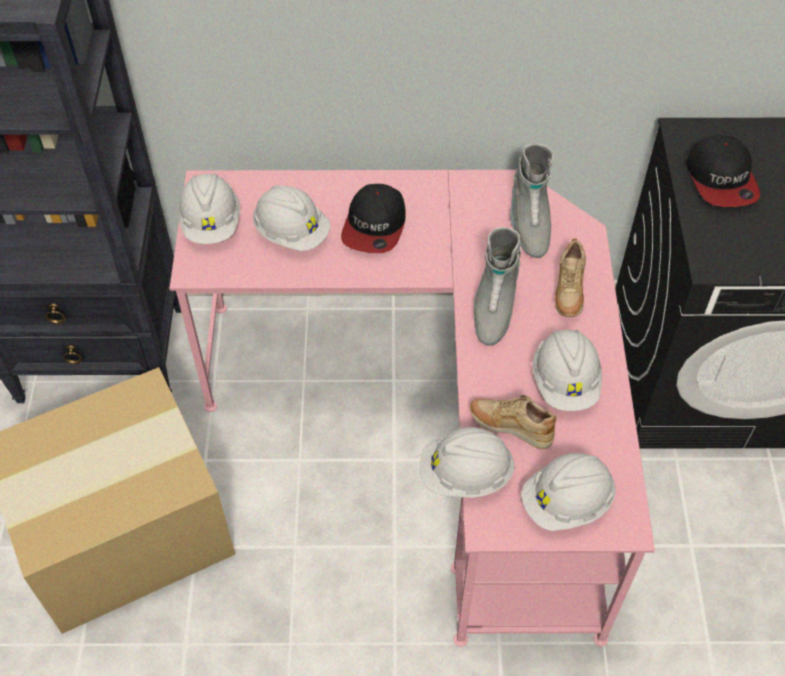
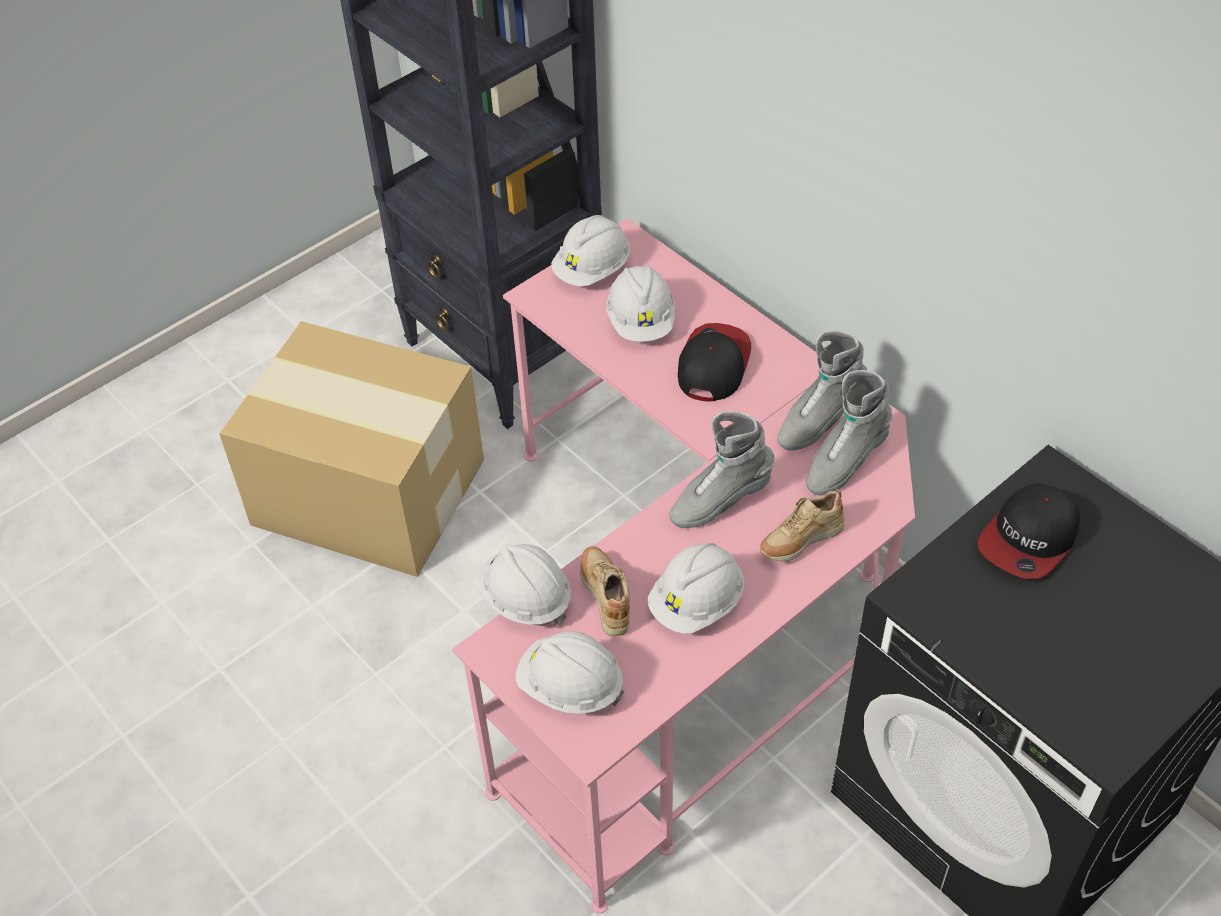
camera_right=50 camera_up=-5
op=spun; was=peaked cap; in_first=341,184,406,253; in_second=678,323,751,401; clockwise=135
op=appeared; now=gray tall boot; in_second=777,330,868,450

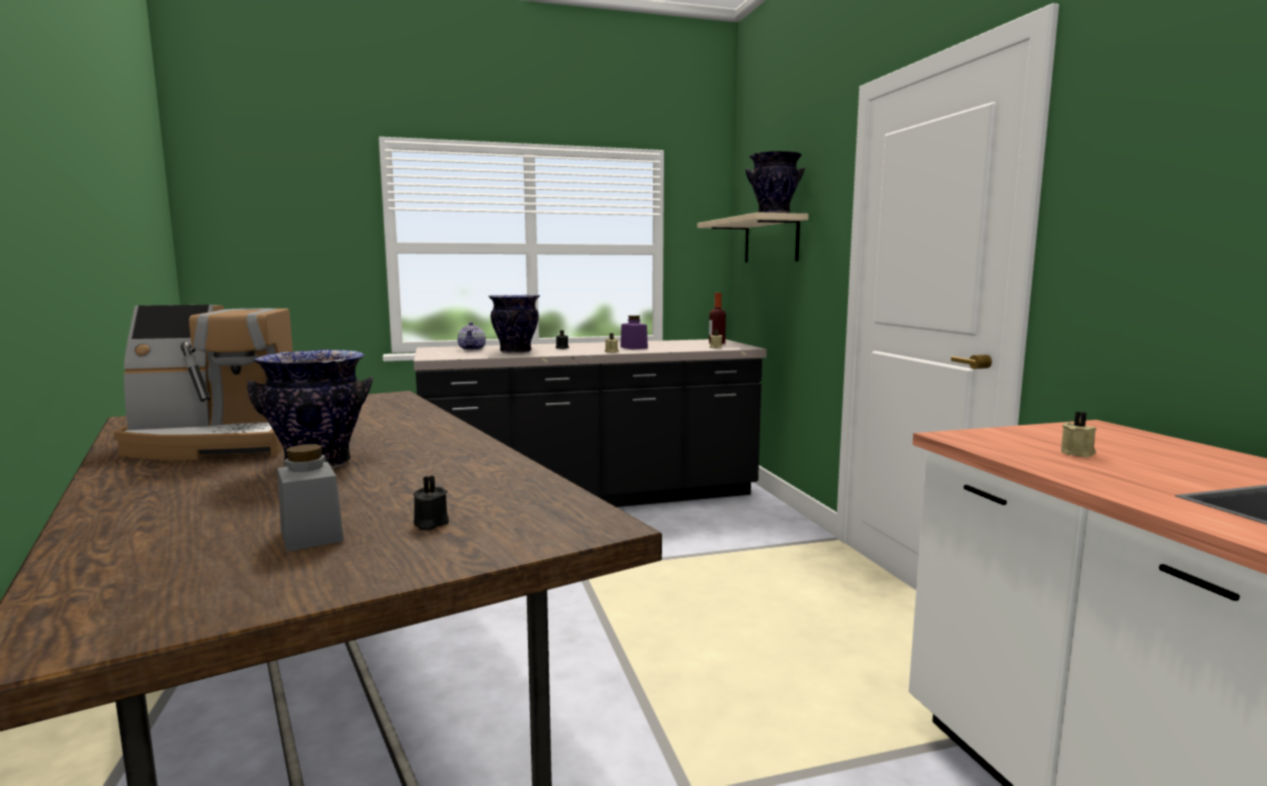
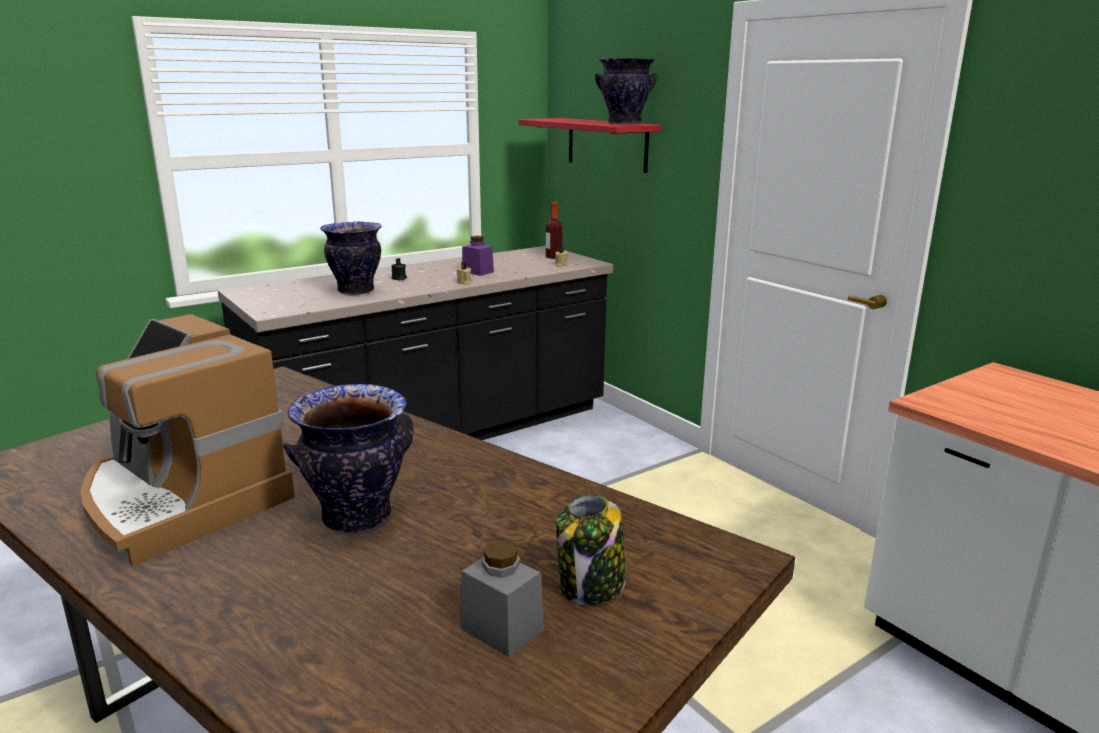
camera_right=-20 camera_up=10
op=colour; was=beige shelf; now=reddish shelf; in_first=697,212,809,262; in_second=518,118,662,173
op=spun; was=coffee machine; in_first=114,305,293,460; in_second=80,314,295,566; clockwise=75
op=missing; was=teapot; in_first=457,322,486,350
op=missing; was=beige candle; in_first=1061,412,1096,458
op=exchanged; was=black candle; now=jar; in_first=413,476,449,530; in_second=556,495,626,606

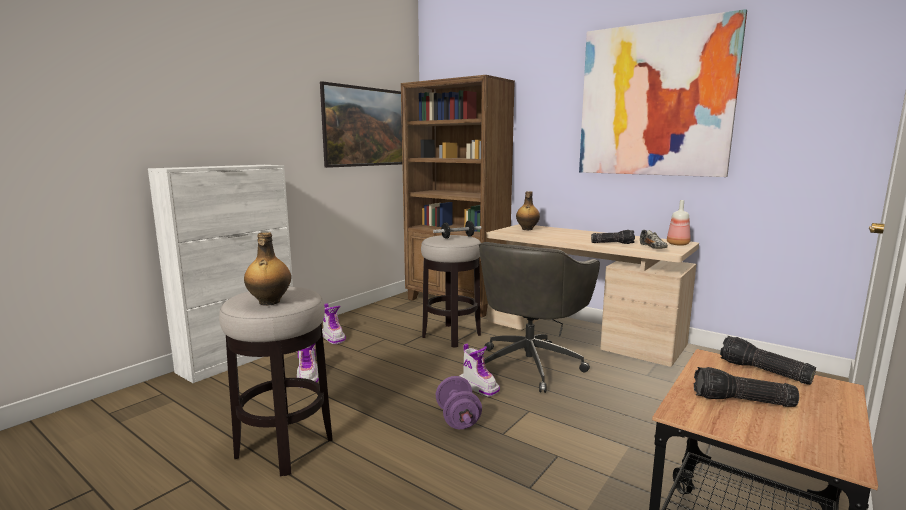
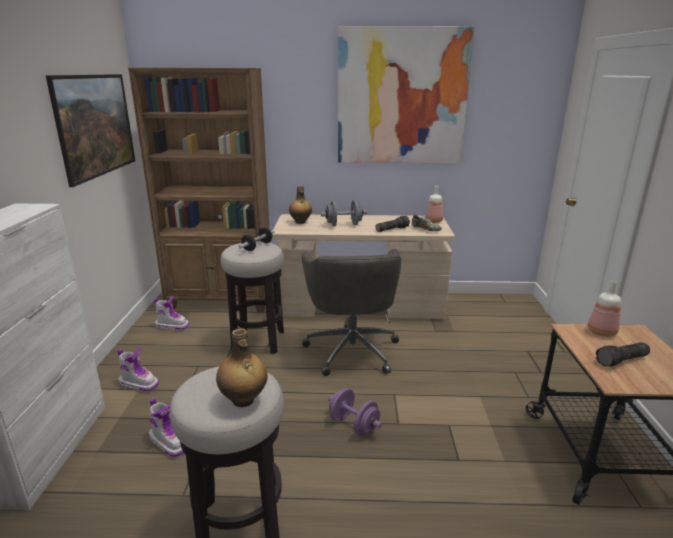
camera_right=-35 camera_up=10
op=exchanged; was=hand torch; now=beverage bottle; in_first=720,336,816,385; in_second=588,280,621,337
op=relocated; was=tall boot; in_first=460,344,500,397; in_second=154,296,189,331
op=appeared; now=gray free weight; in_second=321,200,367,226

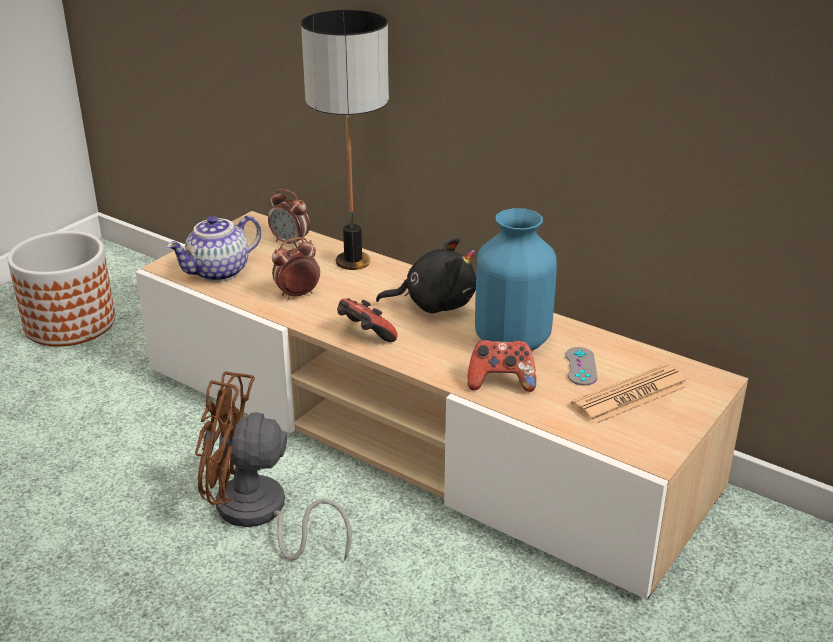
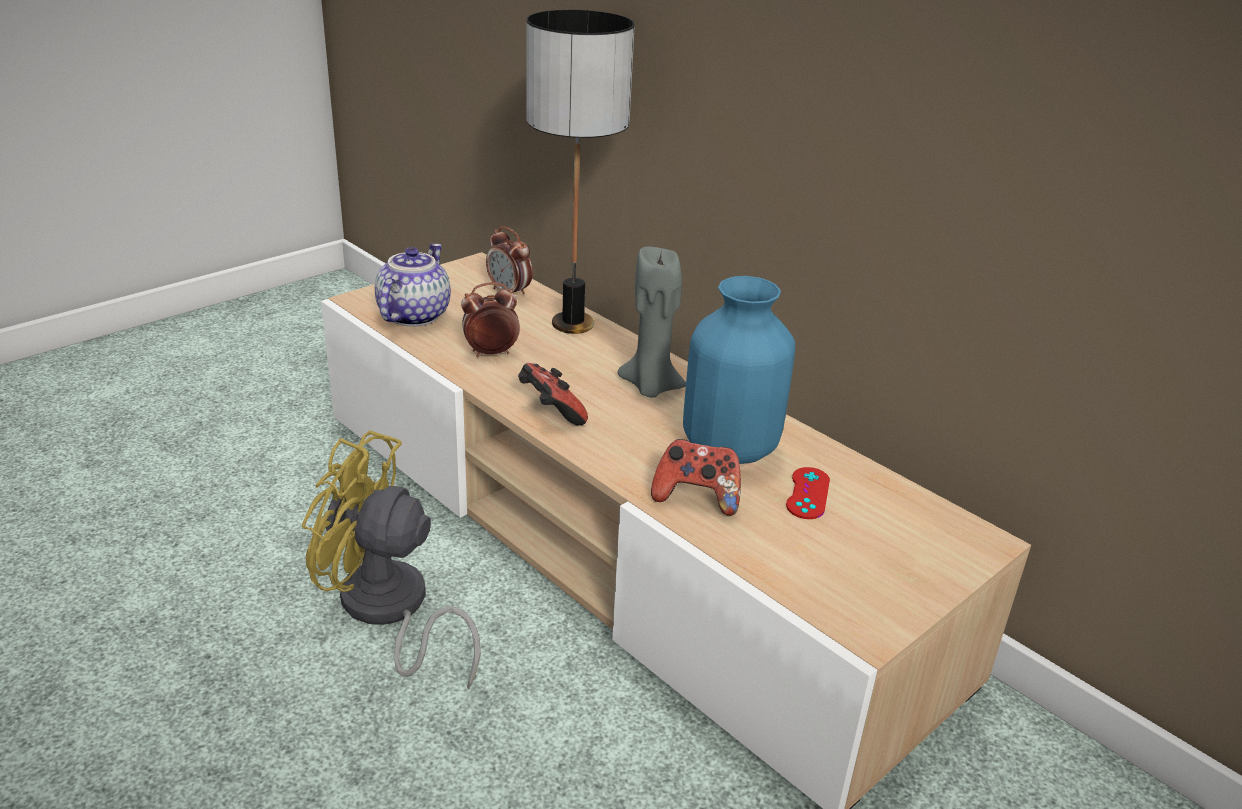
camera_right=10 camera_up=0
op=spun; was=teapot; in_first=166,215,261,282; in_second=375,244,451,326; clockwise=135
op=missing; was=plant pot; in_first=8,231,115,347
op=exchanged; was=black plush toy; now=gray candle; in_first=376,238,476,313; in_second=618,247,686,398
op=colour; was=gray gamepad; now=reddish gamepad; in_first=565,347,597,386; in_second=786,467,830,519
op=missing; was=newspaper; in_first=571,364,689,424
op=colour; was=brown-coloured fan; now=yellow fan; in_first=195,371,352,561; in_second=302,431,481,690

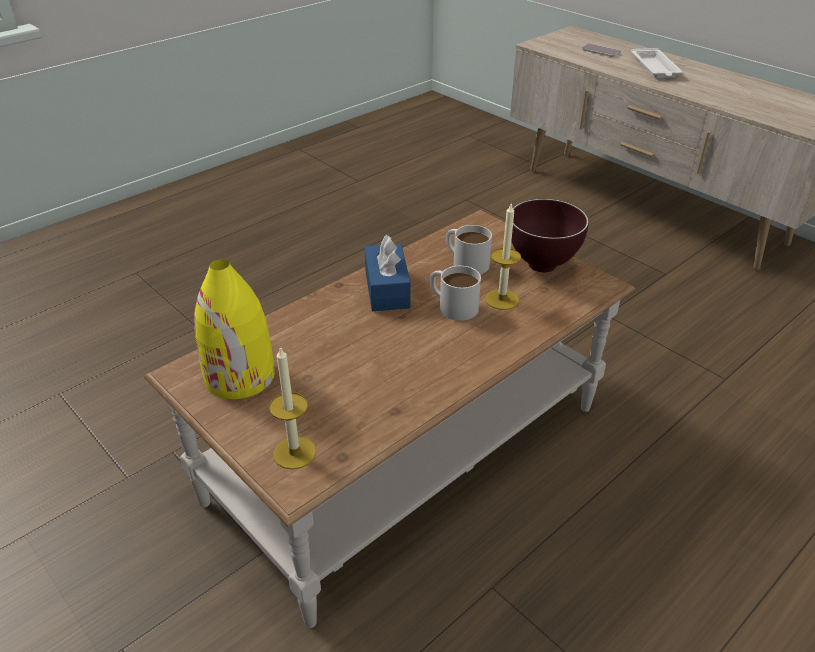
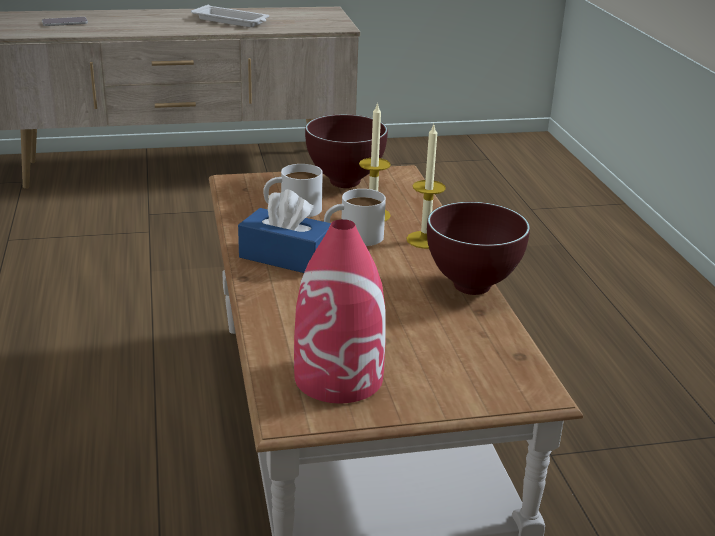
camera_right=-60 camera_up=-10
op=relocated; was=white-coloured serving tray; in_first=631,48,683,78; in_second=191,5,269,27
op=colour; was=yellow decorative vase; now=reddish decorative vase; in_first=194,259,275,399; in_second=294,219,385,403
op=relocated; was=candle; in_first=269,346,316,470; in_second=406,125,446,249
op=appeared; now=brown-coloured deep dish; in_second=427,202,530,295

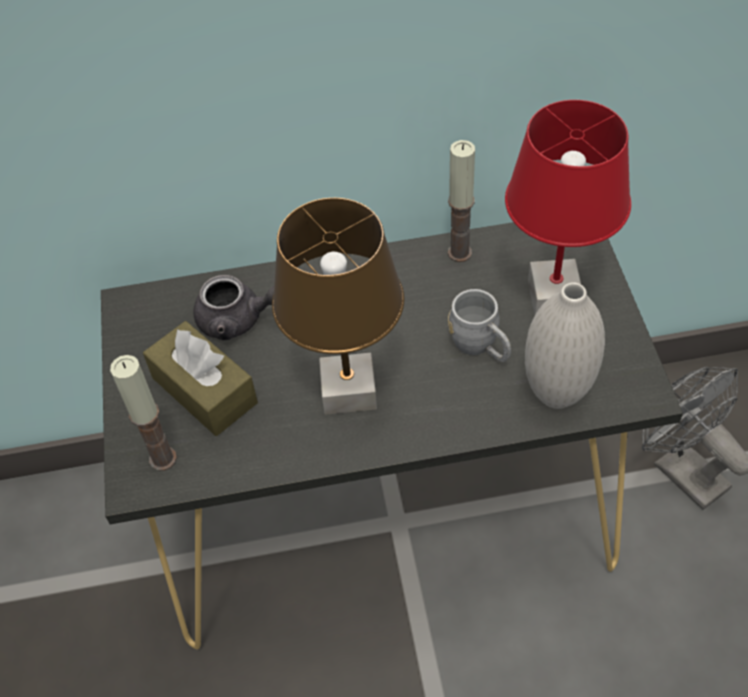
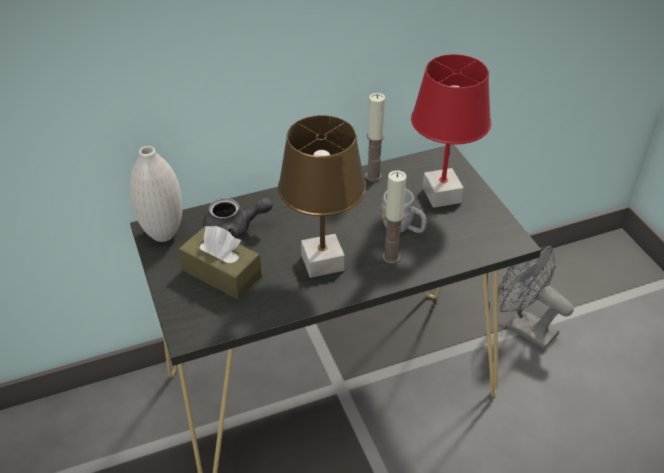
camera_right=-15 camera_up=-10
op=relocated; was=white-coloured decorative vase; in_first=525,282,605,409; in_second=129,146,182,242
op=relocated; was=candle; in_first=110,355,177,471; in_second=382,170,407,264

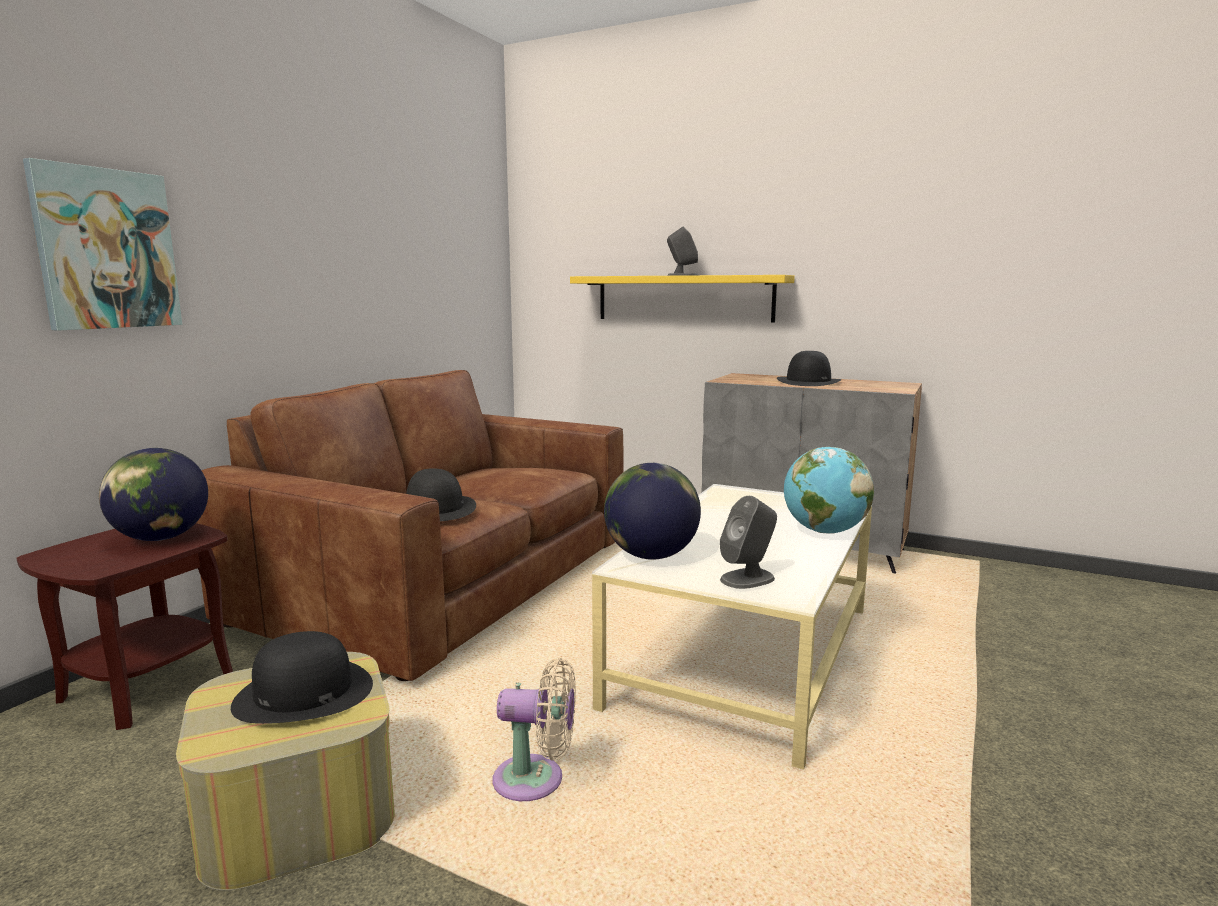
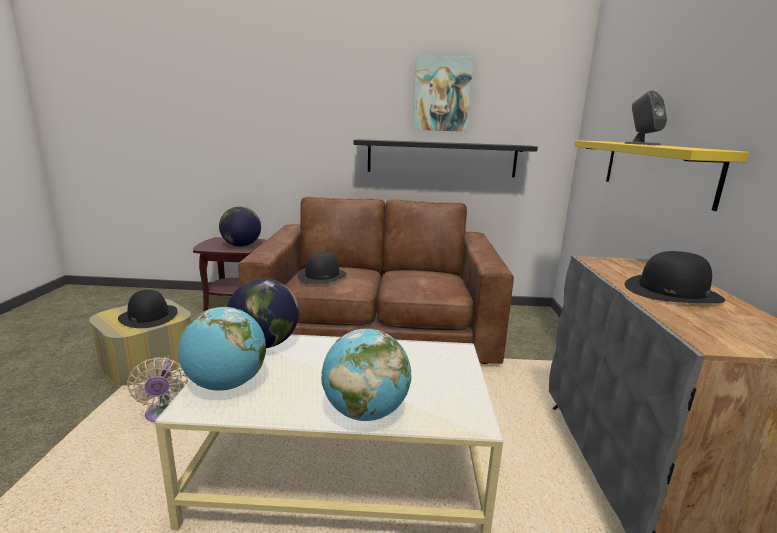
camera_right=65 camera_up=5
op=relocated; was=picture; in_first=23,158,182,331; in_second=413,55,474,132
op=exchanged; was=gray audio speaker; now=globe; in_first=720,496,777,589; in_second=178,307,266,391
op=appeared; now=black shelf; in_second=354,139,538,177

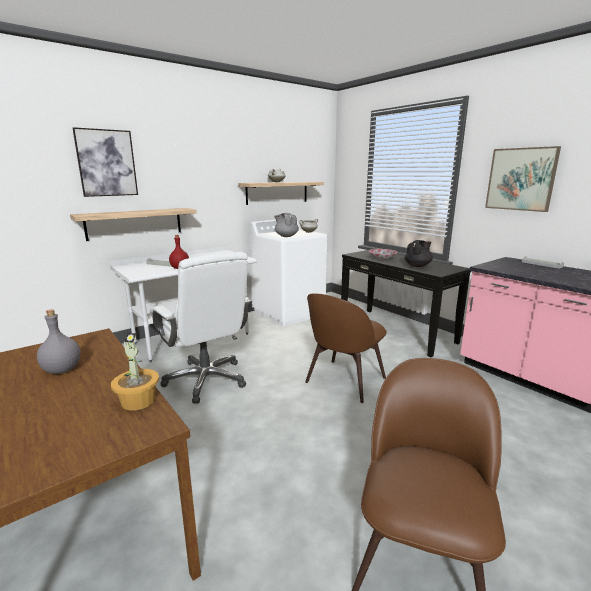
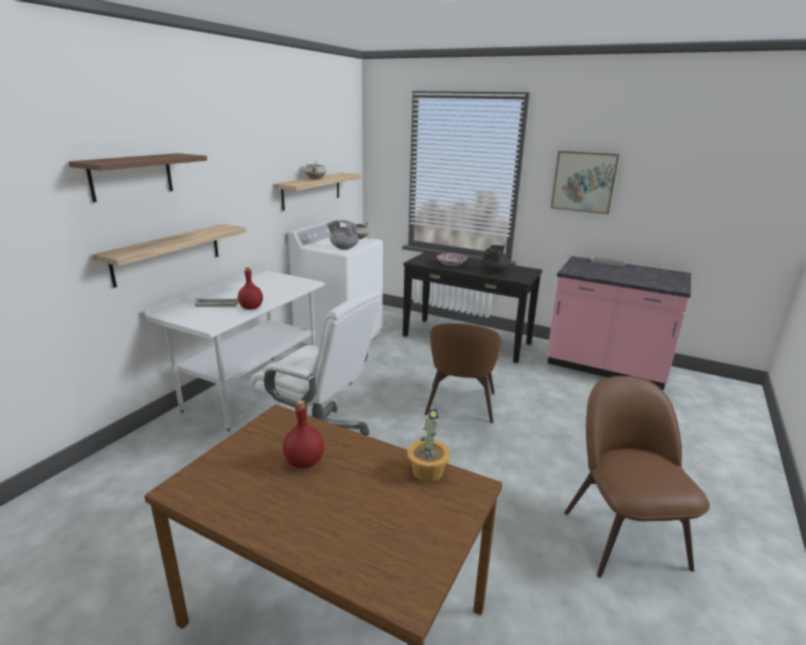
camera_right=-25 camera_up=5
op=exchanged; was=picture; now=brown-coloured shelf; in_first=73,127,138,197; in_second=69,153,207,202
op=colour; was=gray beverage bottle; now=reddish beverage bottle; in_first=37,310,81,374; in_second=283,400,324,469

